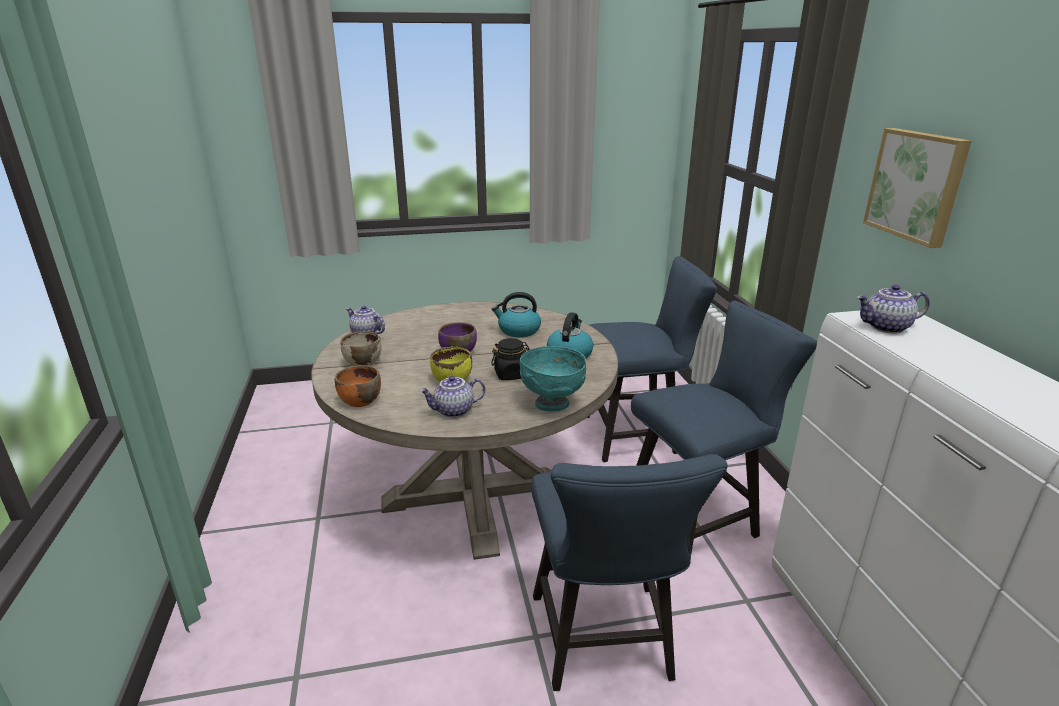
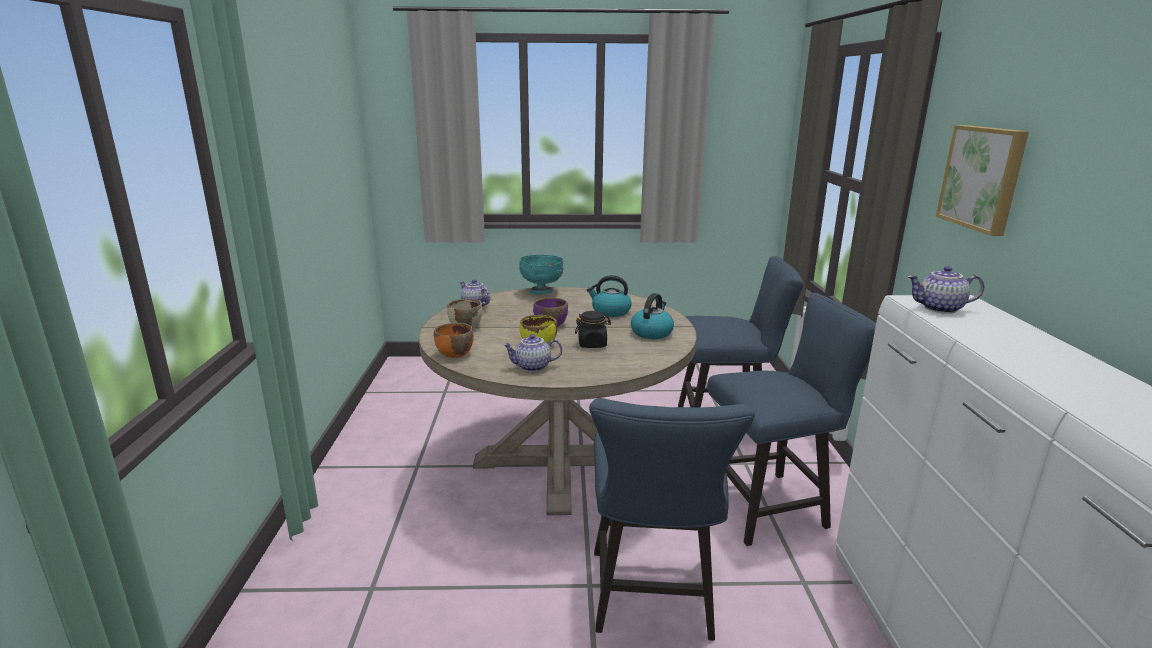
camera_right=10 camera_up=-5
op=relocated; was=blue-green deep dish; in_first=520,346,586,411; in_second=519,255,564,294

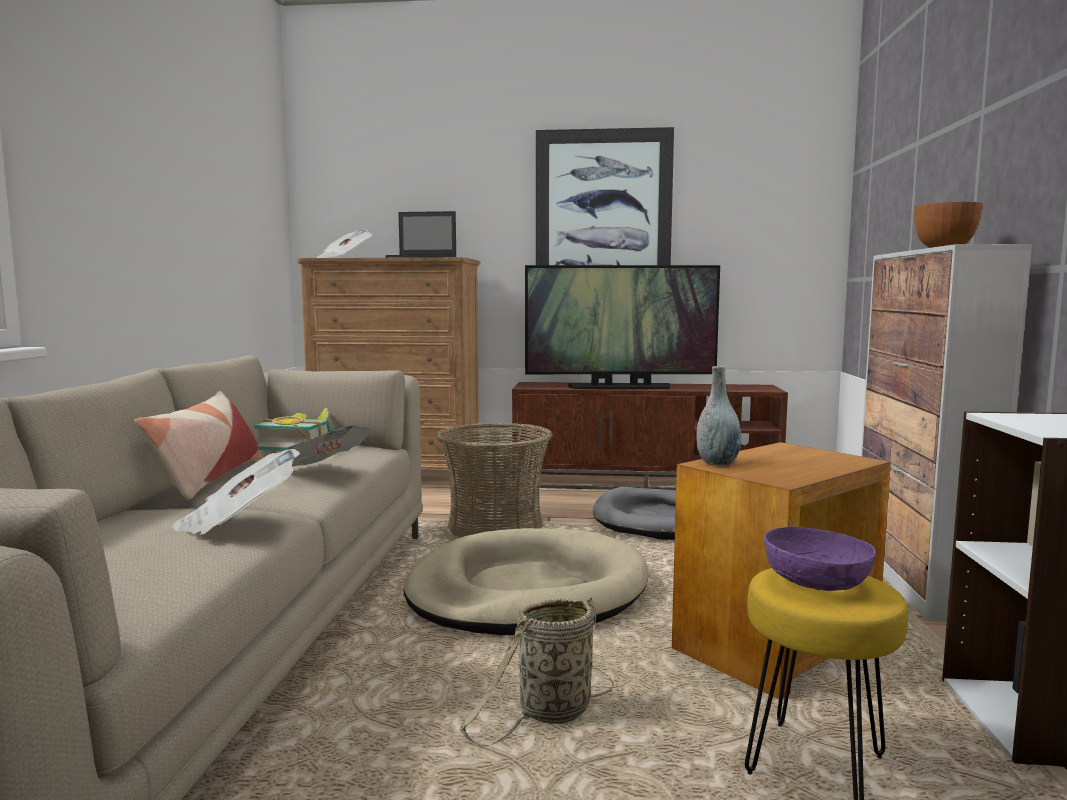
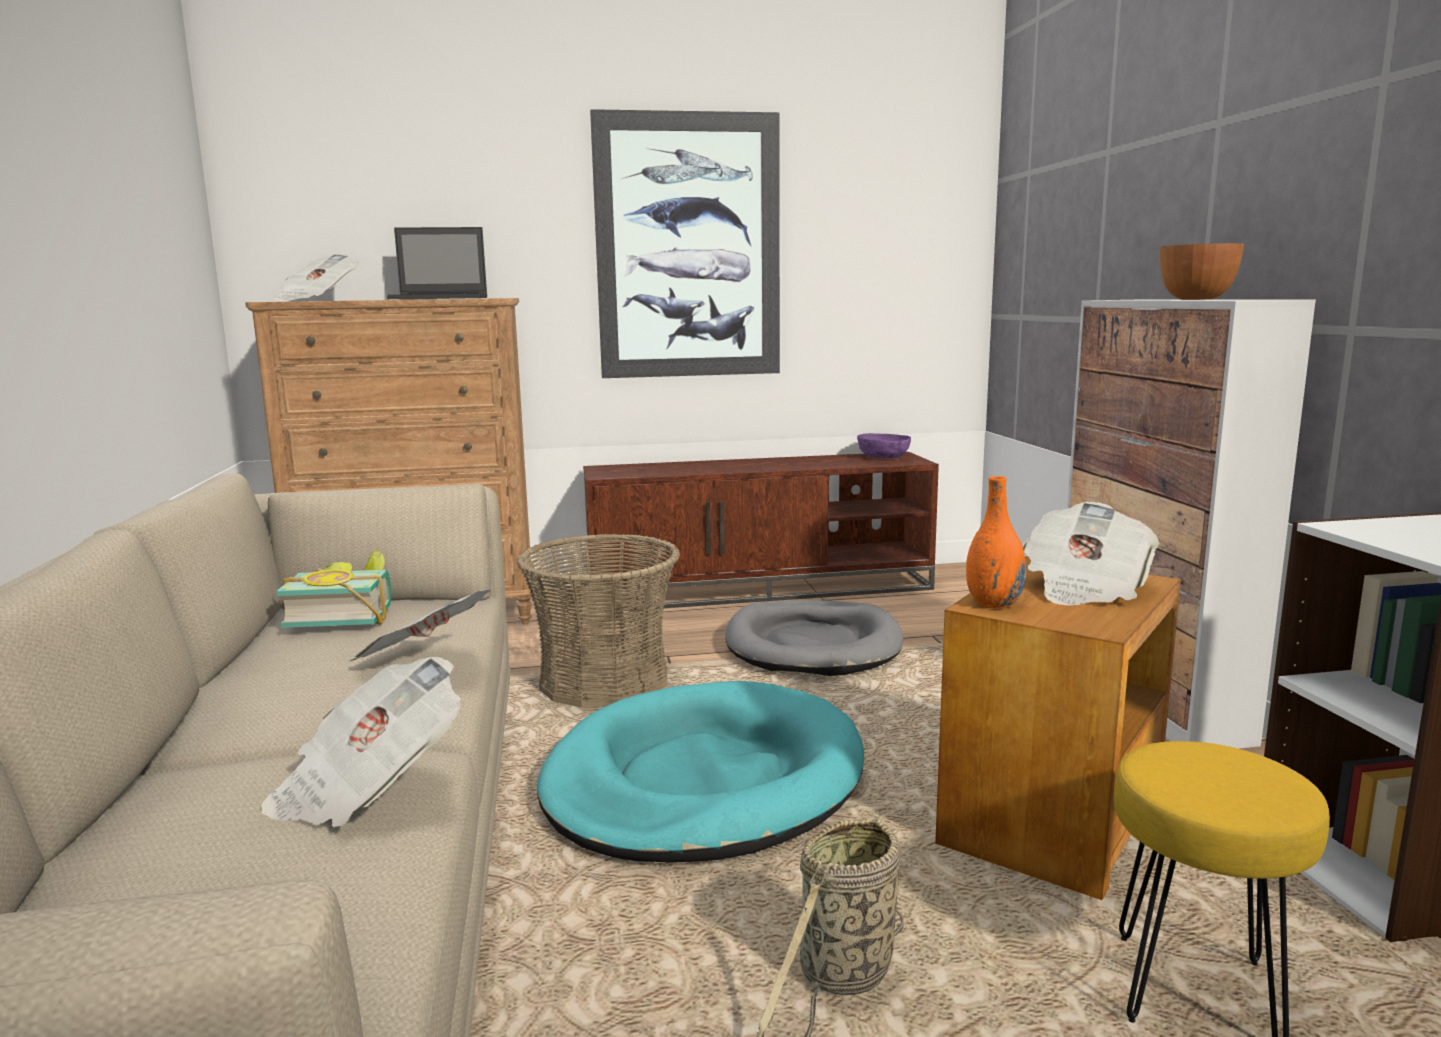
camera_right=-15 camera_up=5
op=missing; was=TV set; in_first=525,265,720,389
op=colour; was=gray decorative vase; now=orange decorative vase; in_first=696,366,741,466; in_second=966,476,1026,609
op=missing; was=pillow; in_first=134,391,262,500
op=relocated; was=purplish deep dish; in_first=764,527,876,591; in_second=857,433,911,458
op=colour; was=beige dog cushion; now=blue-green dog cushion; in_first=404,528,649,635; in_second=537,681,864,863
op=appeared; now=newspaper; in_second=1023,502,1159,606

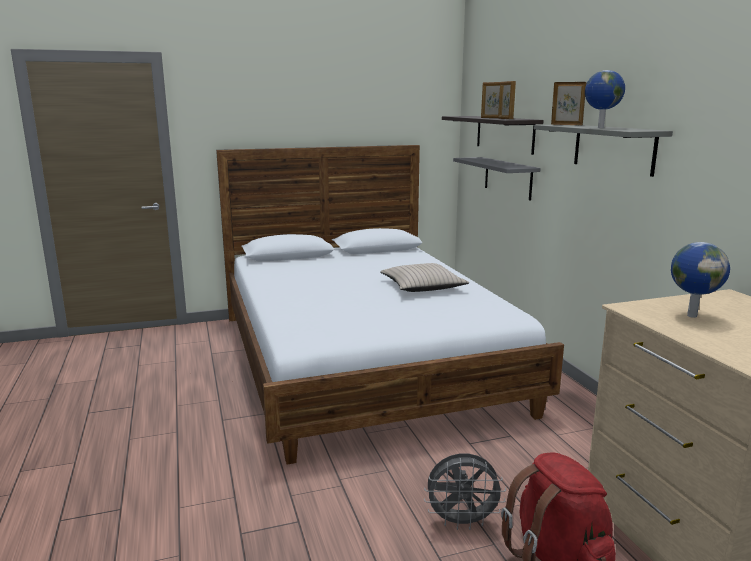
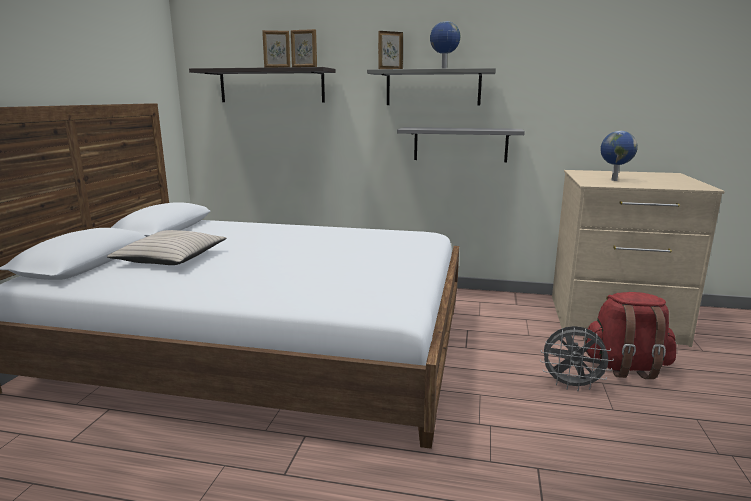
camera_right=-60 camera_up=0
op=relocated; was=gray shelf; in_first=453,157,541,200; in_second=397,127,525,162
op=relocated; was=beige pillow; in_first=380,263,469,292; in_second=107,230,226,265
op=spun; was=gray fan; in_first=424,454,506,530; in_second=540,326,614,391; clockwise=75

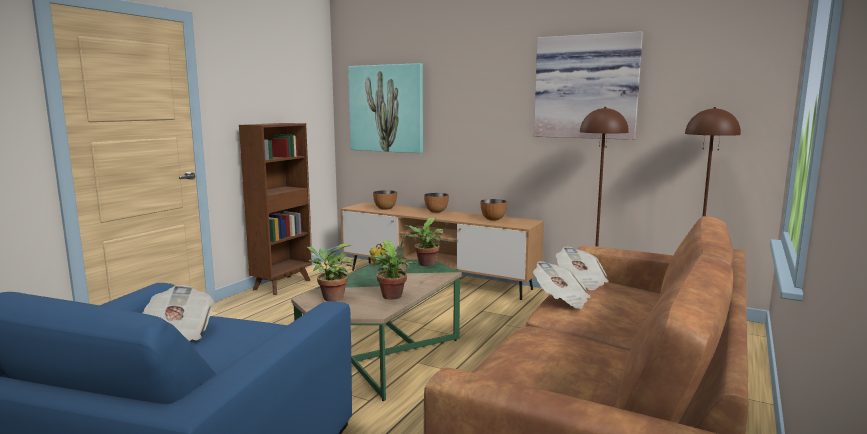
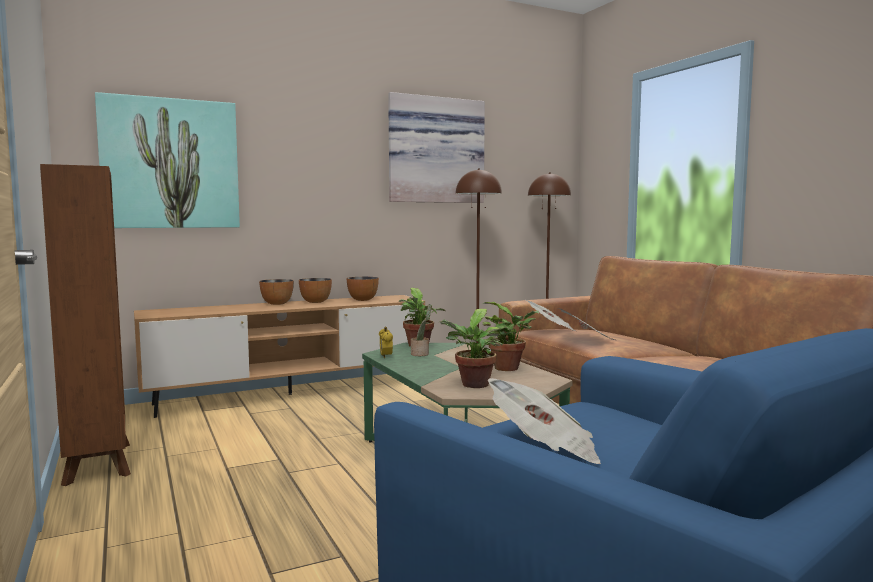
camera_right=-55 camera_up=-5
op=relocated; was=deep dish; in_first=373,190,397,210; in_second=299,278,332,303

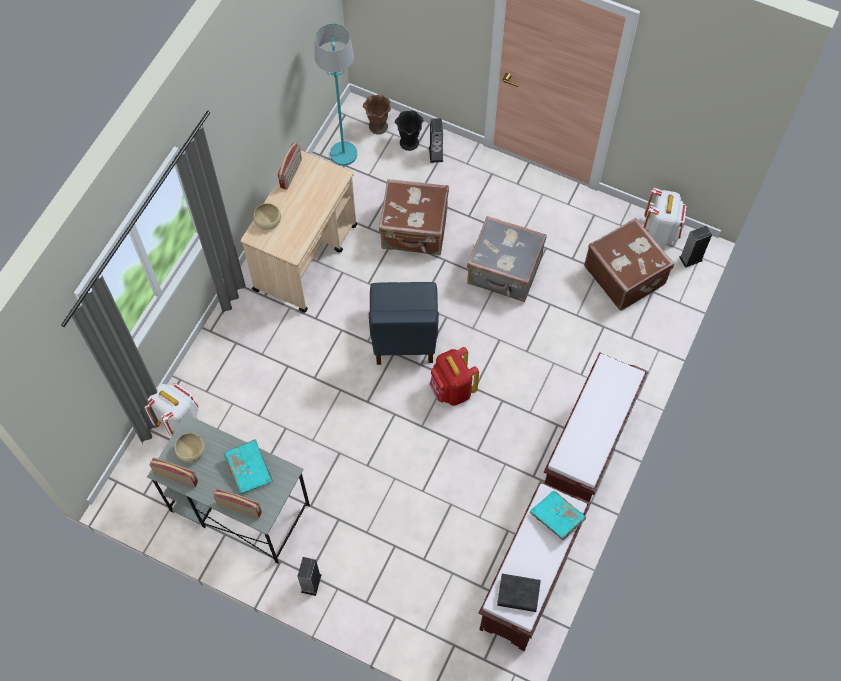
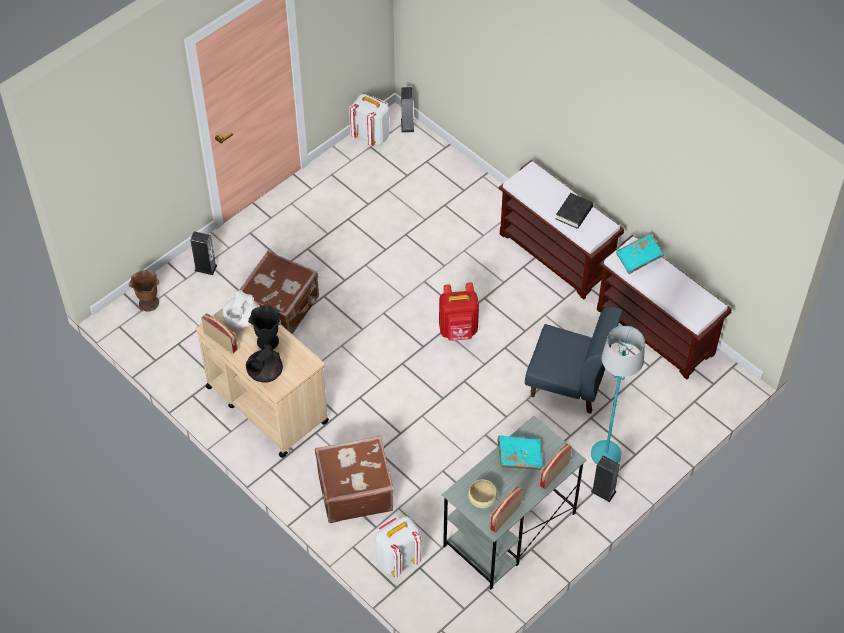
camera_right=-70 camera_up=-10
op=relocated; was=blue-green floor lamp; in_first=315,24,357,166; in_second=591,326,645,464
op=relocated; was=black decorative vase; in_first=395,111,424,151; in_second=248,305,281,350
op=exchanged; was=beige deep dish; now=black teapot; in_first=253,203,281,230; in_second=246,344,283,383
op=missing; was=gray suitcase; in_first=467,216,547,302
op=relocated; was=brown-coloured suitcase; in_first=584,218,674,311; in_second=315,436,394,523
op=relocated; was=blue-coloured upright chair; in_first=369,282,439,365; in_second=525,307,623,414
op=relocated; was=black book; in_first=497,574,541,612; in_second=556,193,593,229
op=appeared; now=white-coloured teapot; in_second=222,290,257,328

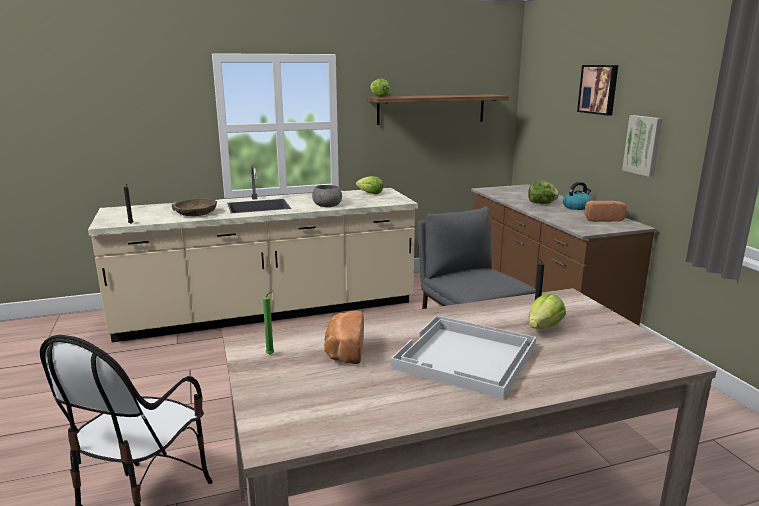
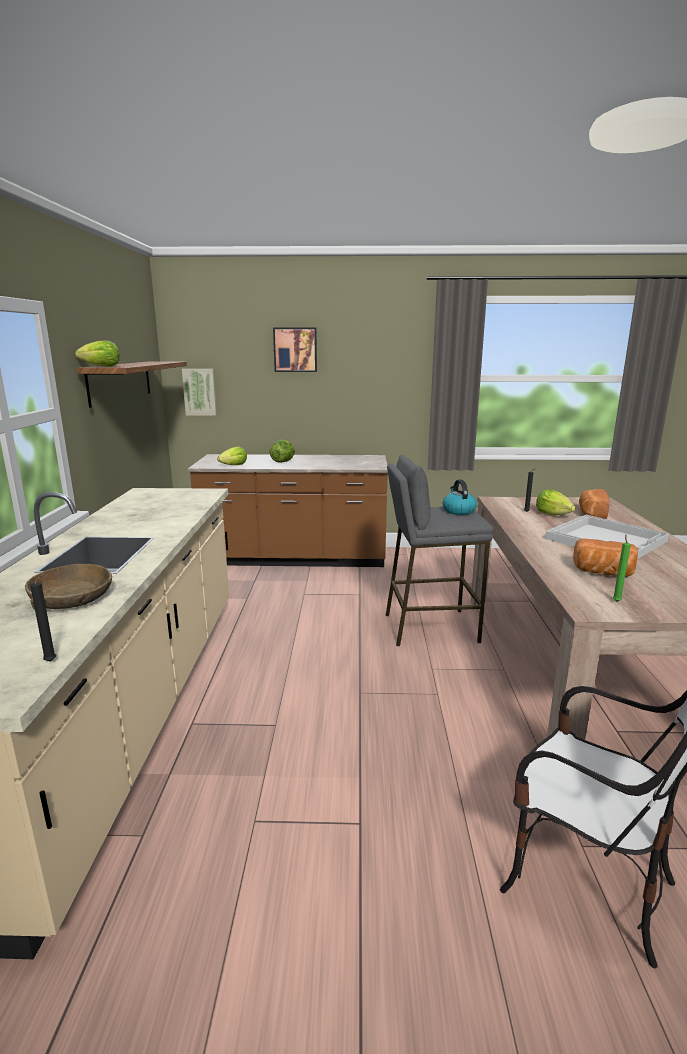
camera_right=-70 camera_up=0
op=relocated; was=picture; in_first=622,115,662,177; in_second=182,369,217,416
op=relocated; was=lettuce head; in_first=356,176,383,194; in_second=217,446,247,465
op=relocated; was=tea kettle; in_first=563,182,591,210; in_second=442,479,477,515
op=missing; was=gray deep dish; in_first=312,185,342,207
op=relocated; was=bakery bread; in_first=584,201,627,222; in_second=579,489,610,519

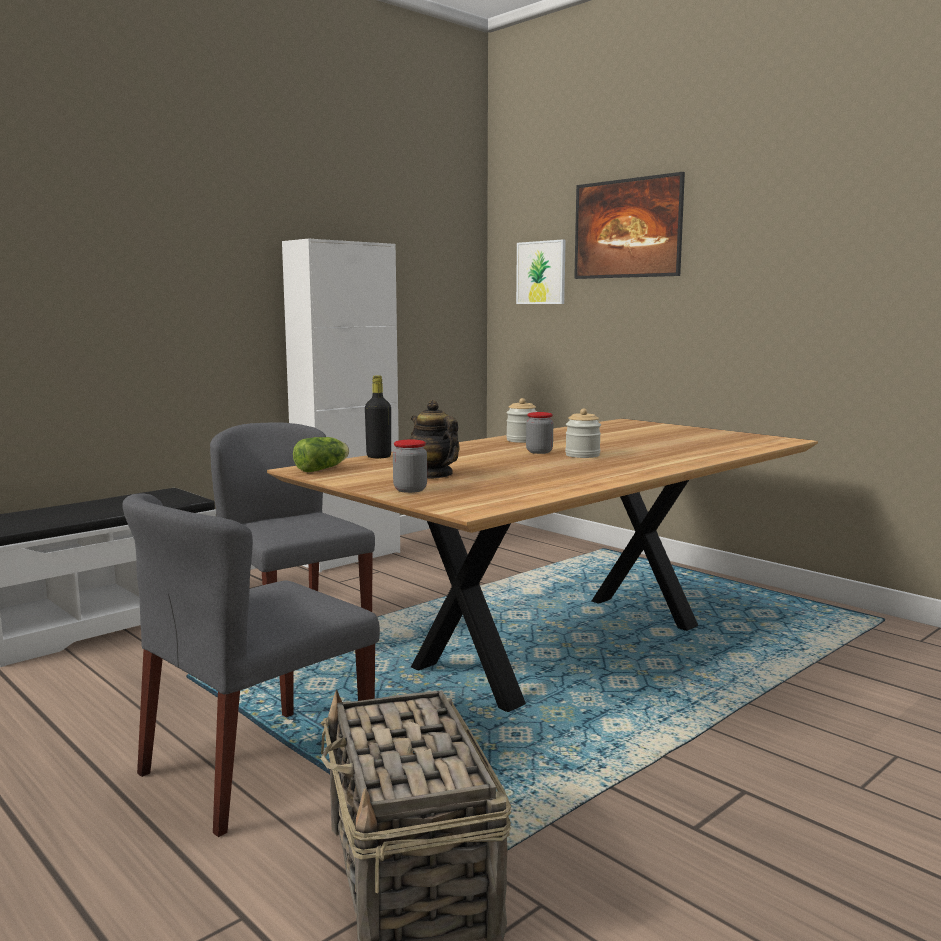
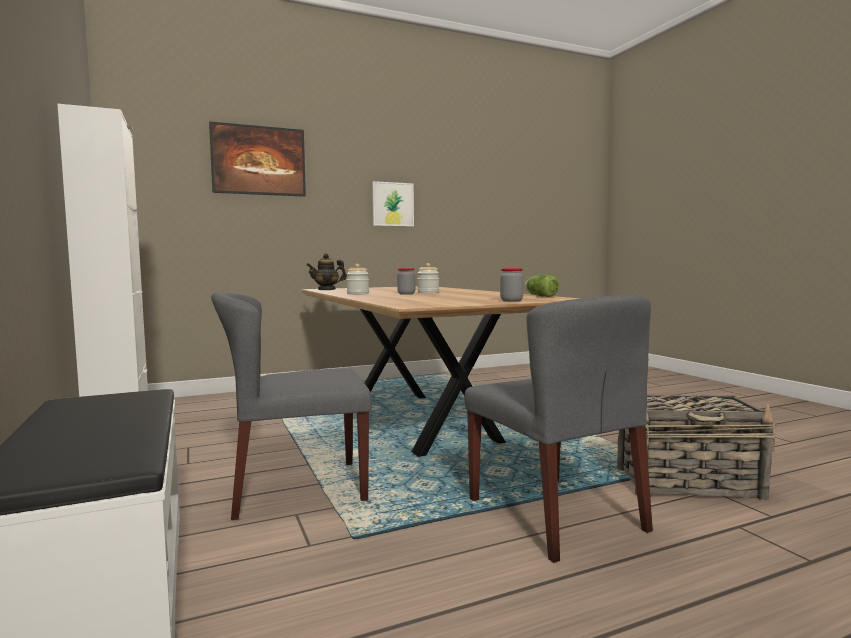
camera_right=-70 camera_up=-5
op=relocated; was=picture; in_first=516,240,566,304; in_second=372,181,414,227
op=missing; was=black beverage bottle; in_first=365,376,391,458
op=relocated; was=teapot; in_first=409,400,460,479; in_second=307,253,347,290
op=relocated; was=lettuce head; in_first=293,437,349,472; in_second=524,274,559,297

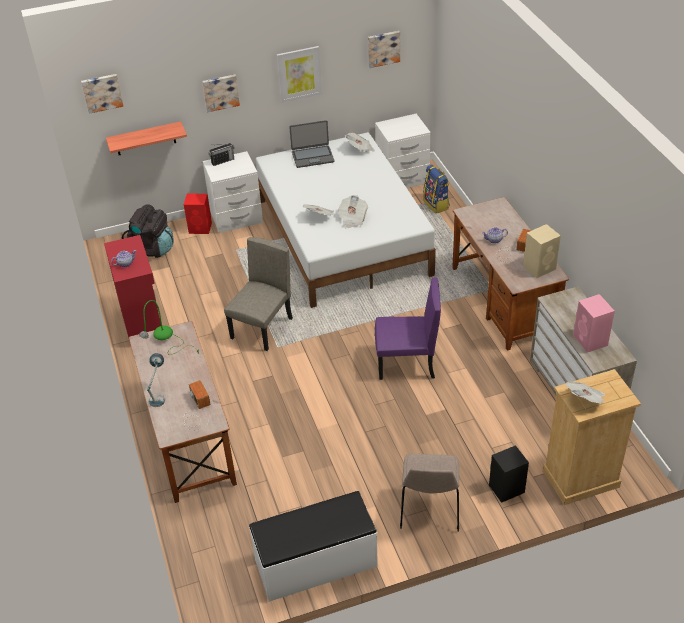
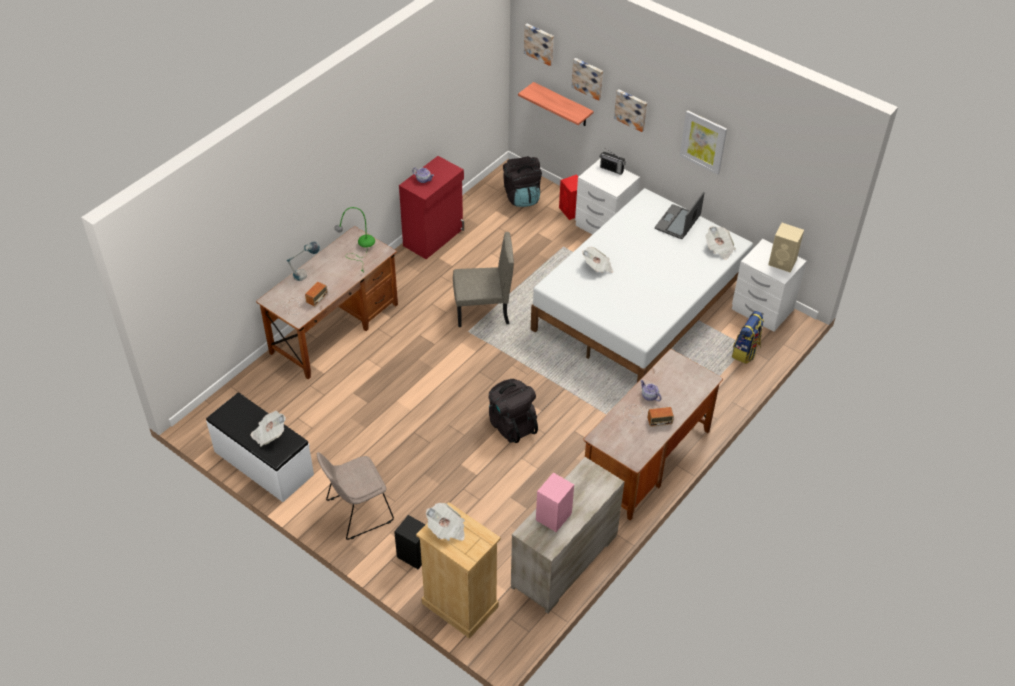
camera_right=55 camera_up=5
op=relocated; was=picture; in_first=368,31,400,68; in_second=571,58,603,101
op=spun; was=notebook computer; in_first=289,120,334,168; in_second=655,191,705,239; clockwise=75
op=relocated; was=newspaper; in_first=338,195,368,228; in_second=251,411,286,447
op=relocated; was=beige audio speaker; in_first=523,224,561,278; in_second=768,223,804,272
op=exchanged; was=purplish upright chair; now=black backpack; in_first=375,277,441,380; in_second=488,379,538,443

